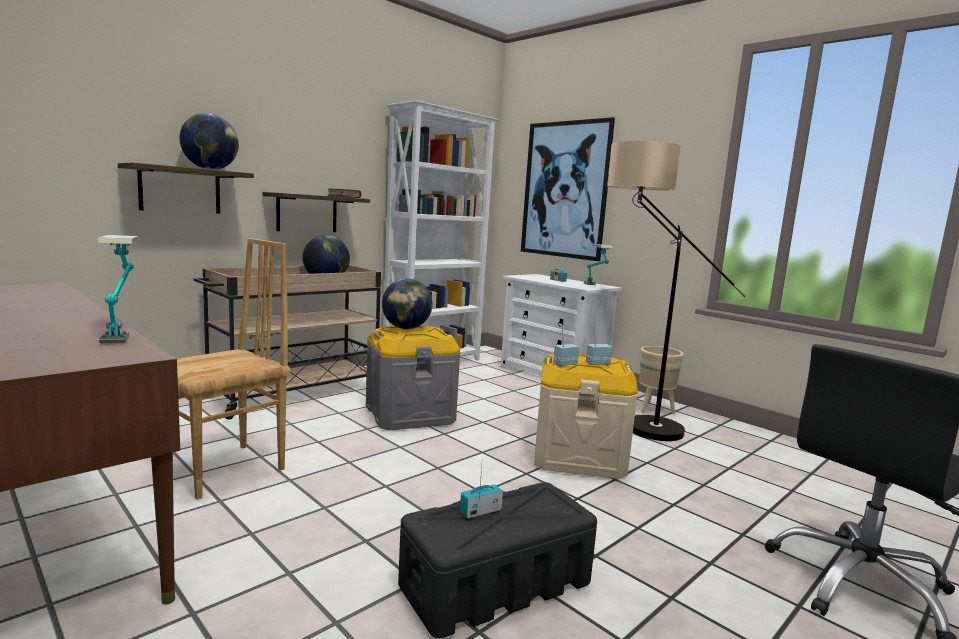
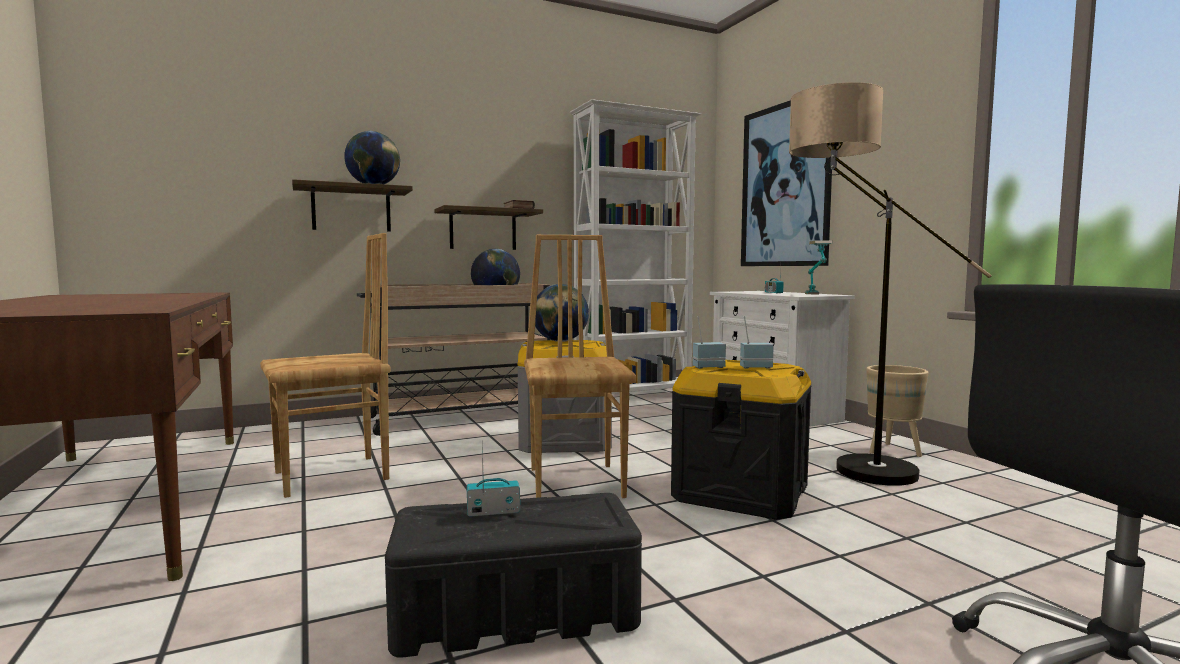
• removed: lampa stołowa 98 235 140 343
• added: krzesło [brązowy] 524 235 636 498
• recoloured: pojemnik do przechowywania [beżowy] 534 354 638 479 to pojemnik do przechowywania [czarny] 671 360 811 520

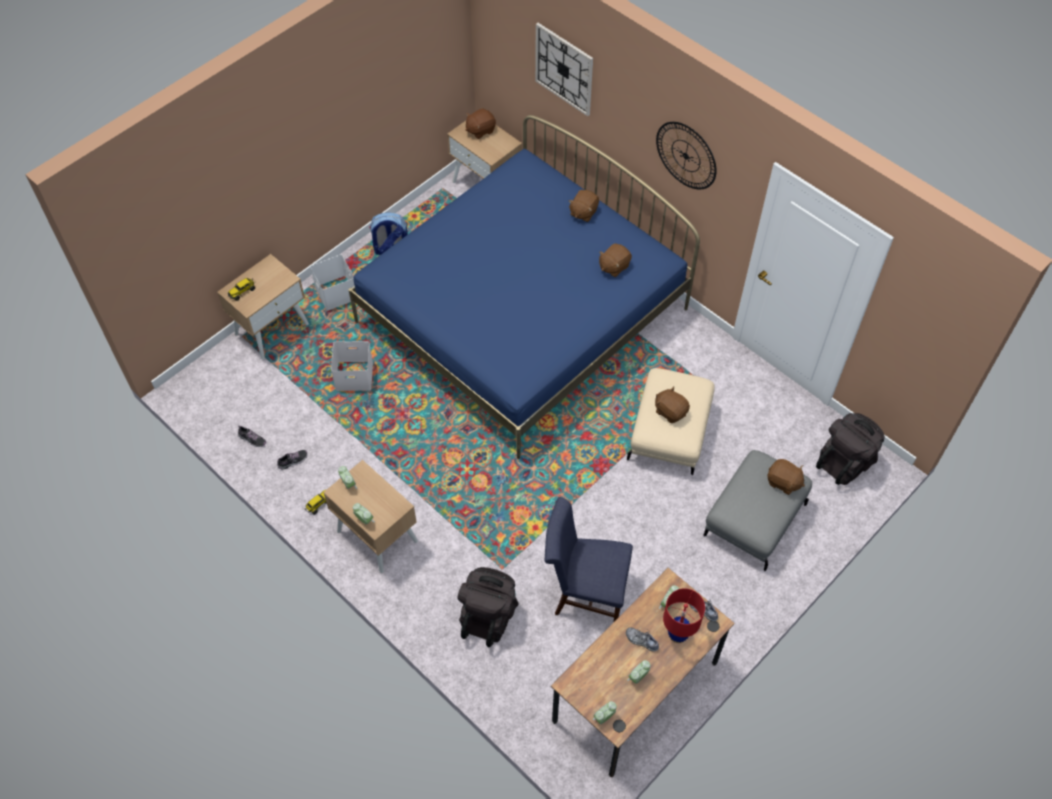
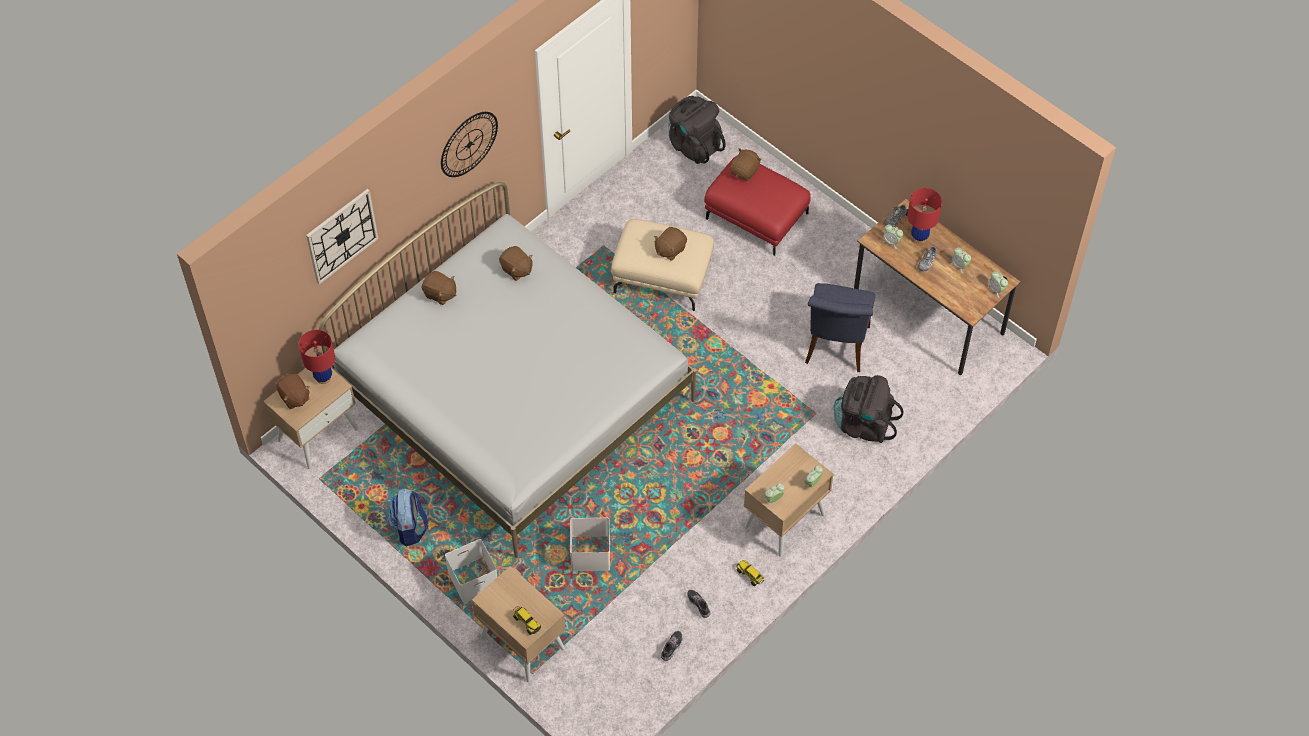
• added: lampa stołowa [czerwony] 299 330 335 384
• recoloured: łóżko [niebieski] 348 115 700 459 to łóżko [biały] 319 182 696 558
• recoloured: pufa [szary] 704 450 812 571 to pufa [czerwony] 704 156 811 256

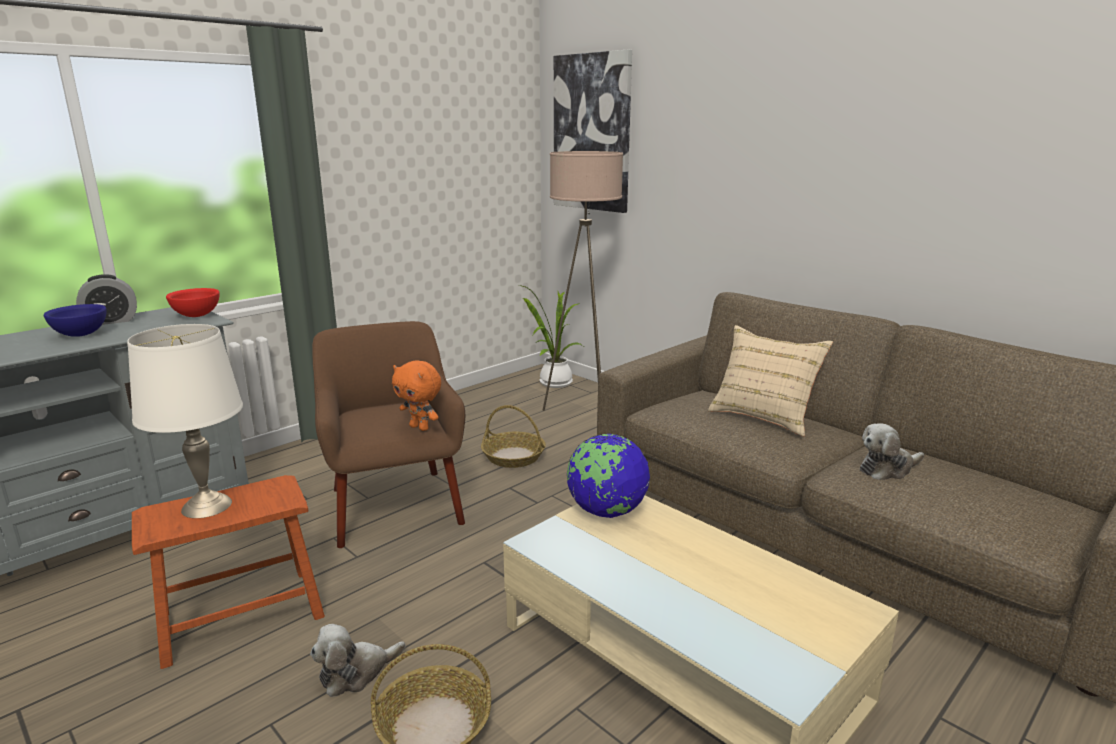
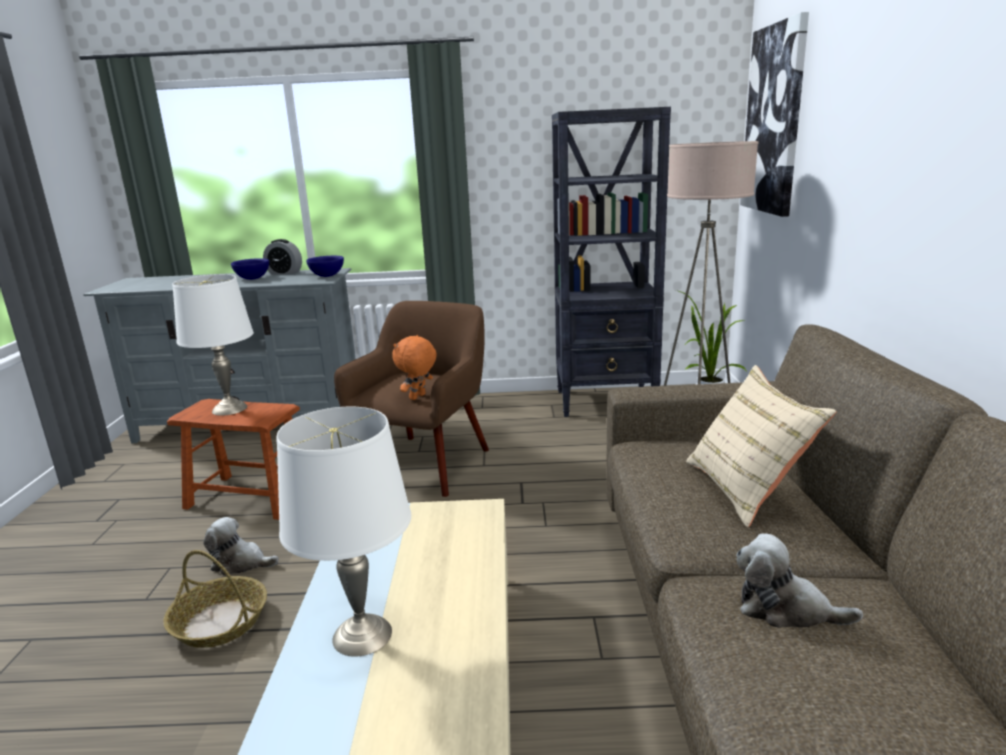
• removed: koszyk 481 405 546 468
• removed: globus 567 434 650 518
• added: lampa stołowa [biały] 276 407 411 657
• added: regał [czarny] 552 107 671 417
• recoloured: miska [czerwony] 166 288 220 317 to miska [niebieski] 306 256 344 277
• turned: pluszak [pomarańczowy] 392 360 441 431 = 392 335 437 400 45 degrees clockwise

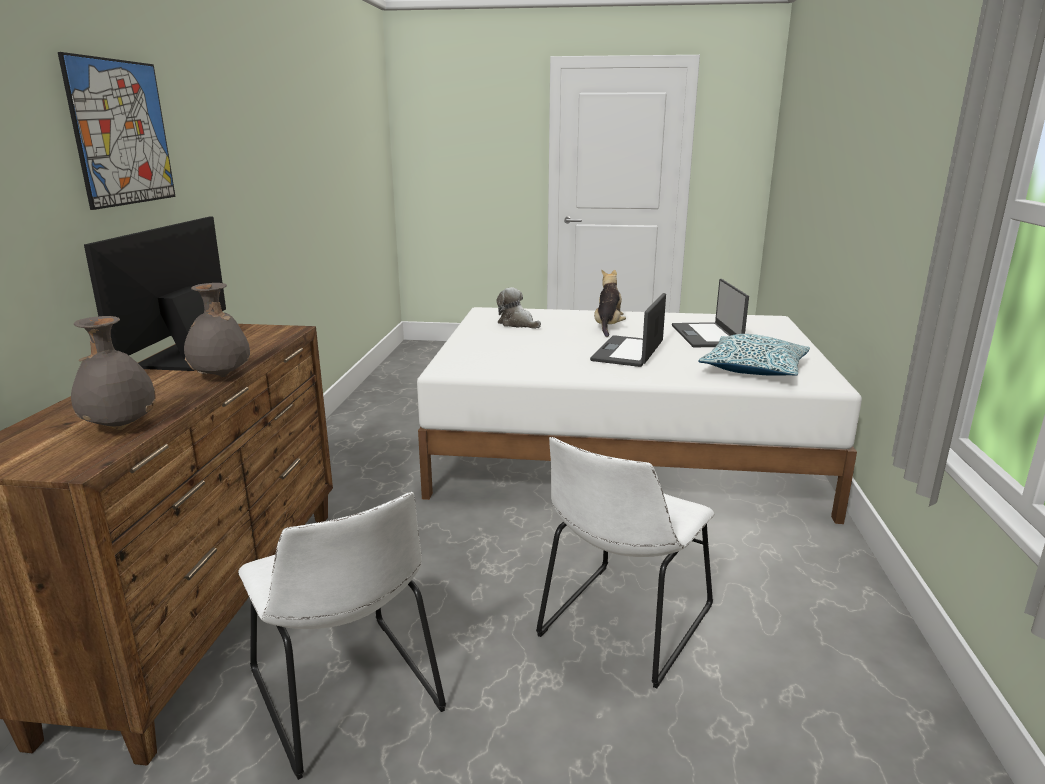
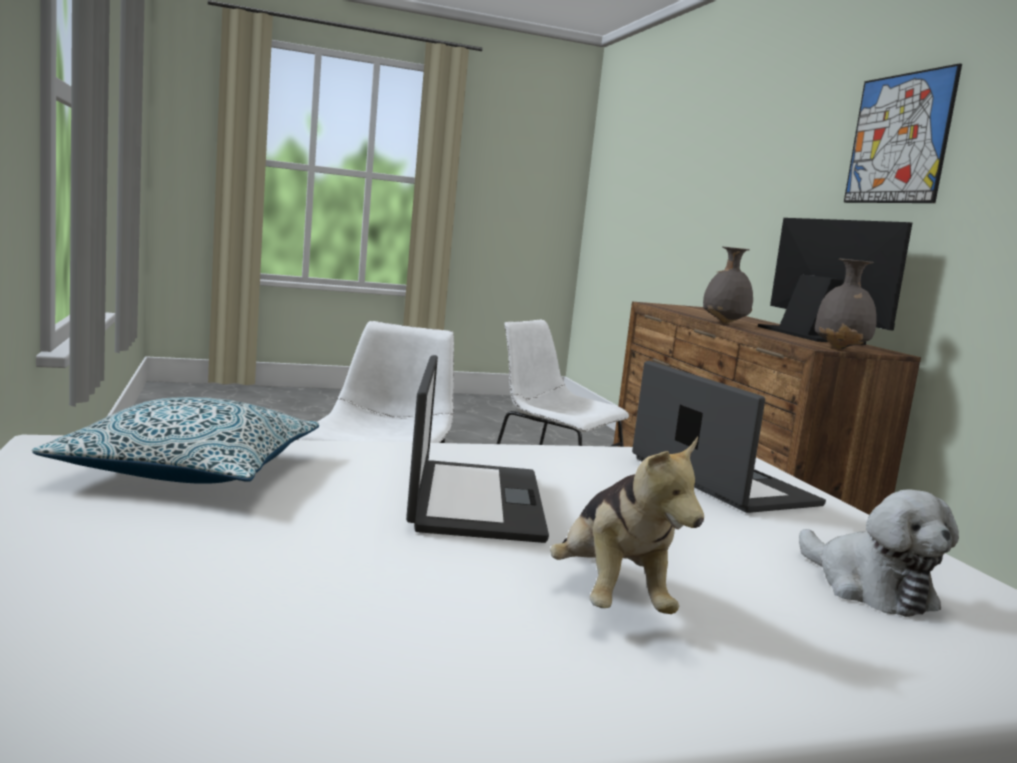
• moved: wazon [szary] 71 316 156 430 to 815 258 877 349
• moved: laptop 672 279 749 348 to 632 361 826 513
• turned: pluszak 496 287 541 328 = 799 489 959 617 45 degrees clockwise

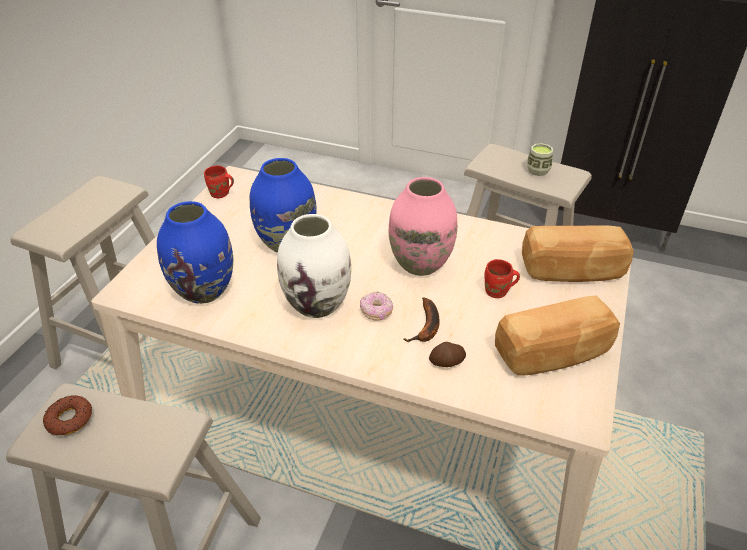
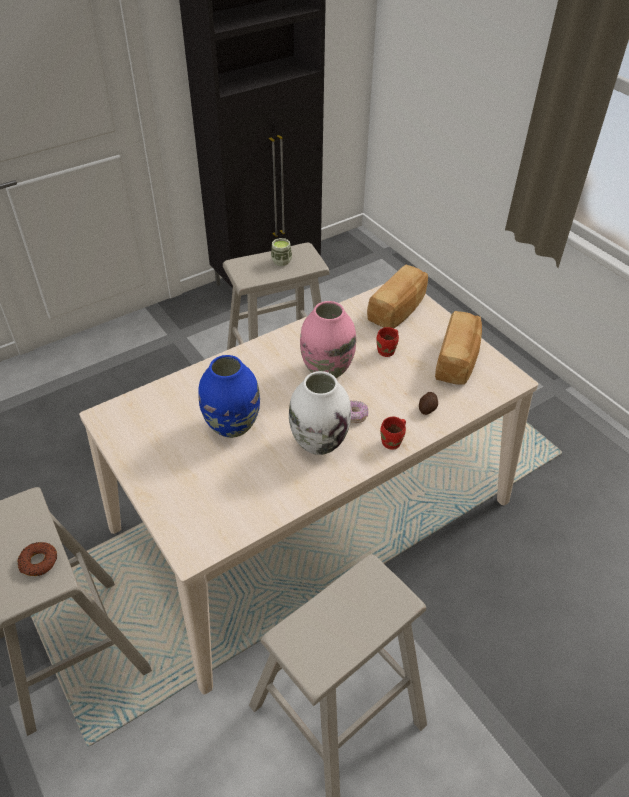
• removed: wazon [niebieski] 157 201 233 304
• removed: banan 403 298 440 342
• moved: donut 43 395 92 435 to 18 542 57 576
• moved: kubek [czerwony] 204 165 234 198 to 380 417 406 450

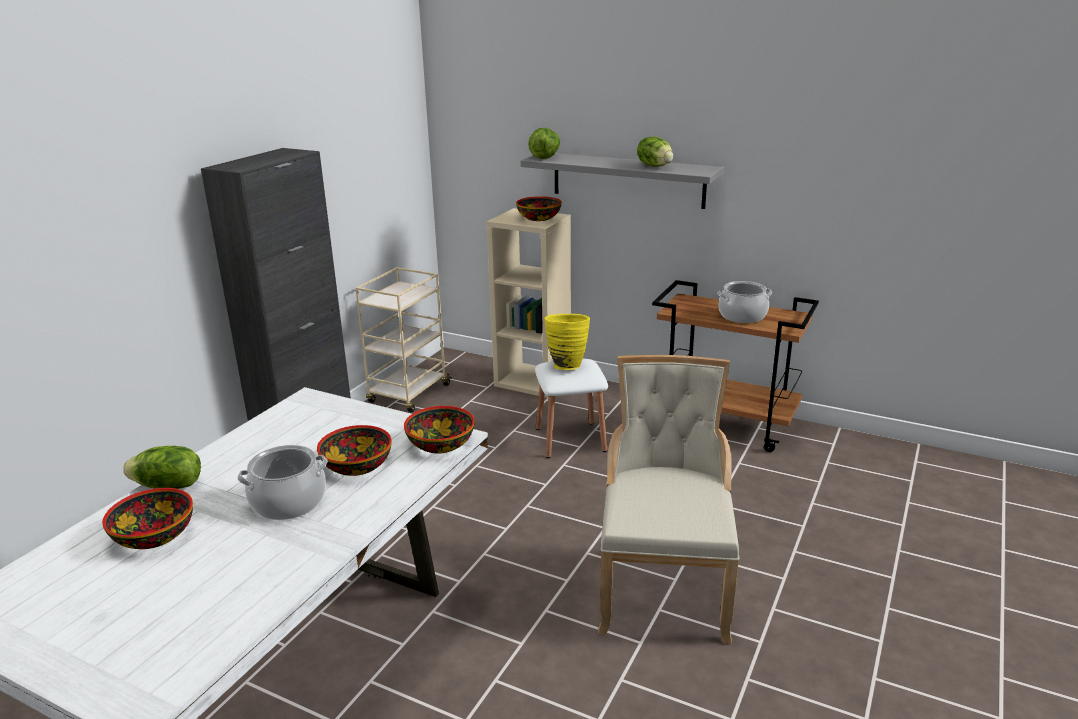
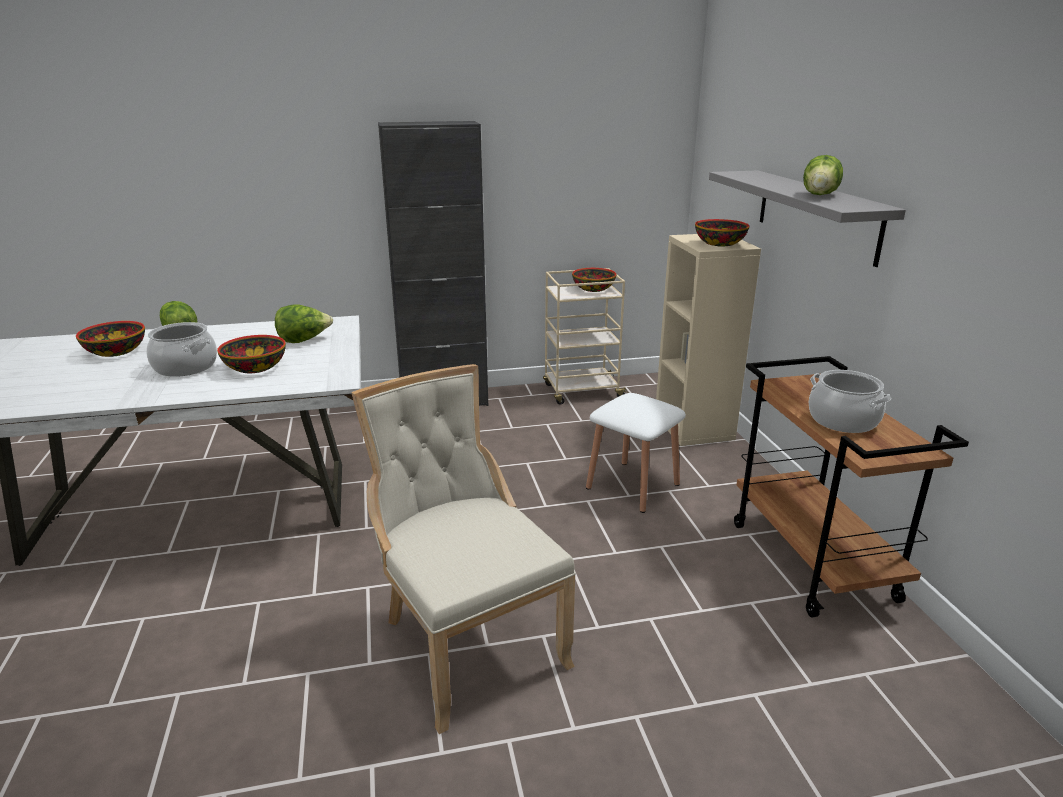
• removed: wazon [żółty] 544 314 590 370
• moved: miska 404 406 475 453 to 572 268 616 292
• moved: sałata 528 128 560 159 to 275 305 333 343
• turned: krzesło [beżowy] 598 355 739 644 = 351 364 576 734 90 degrees counterclockwise

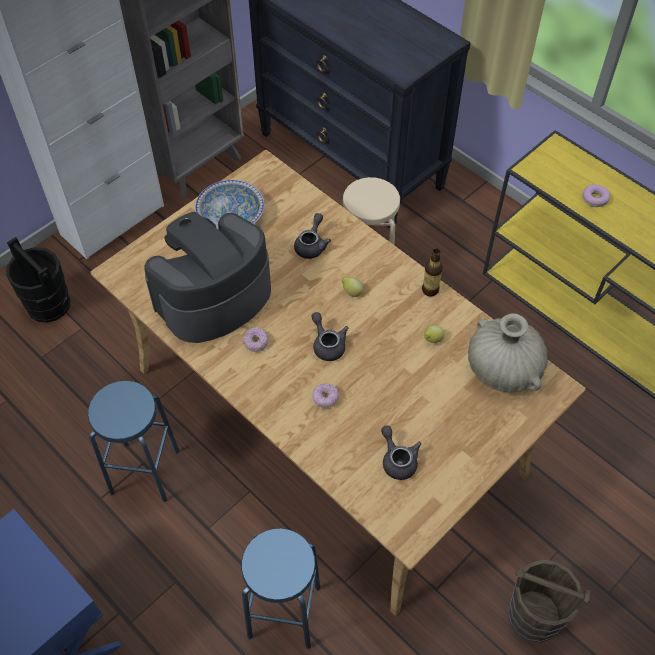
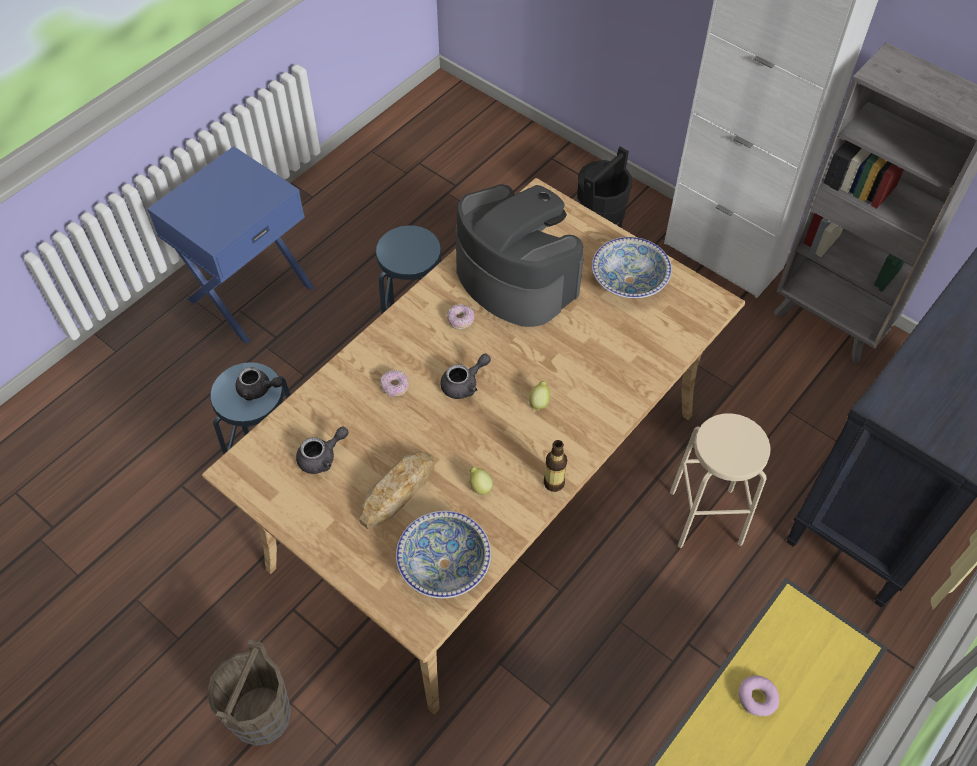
• added: chleb 359 451 435 529
• moved: imbryk [szary] 294 213 331 259 to 235 367 283 401
• replaced: wazon [beżowy] 468 313 548 392 to miska 396 511 491 598

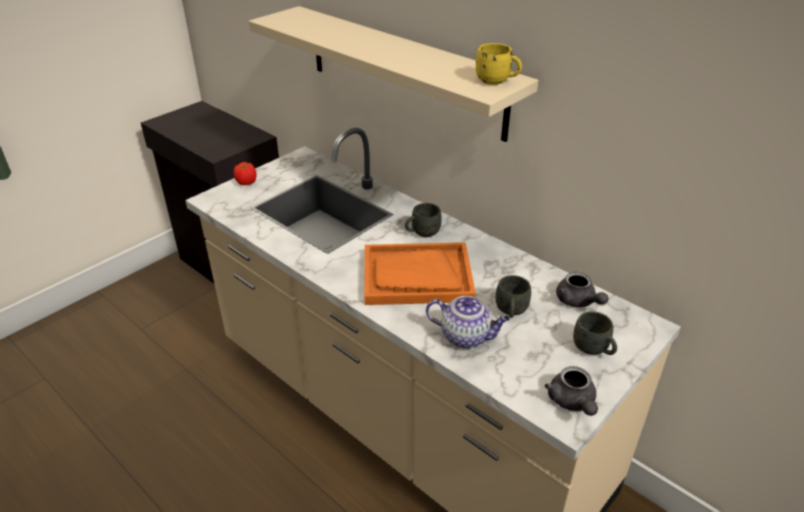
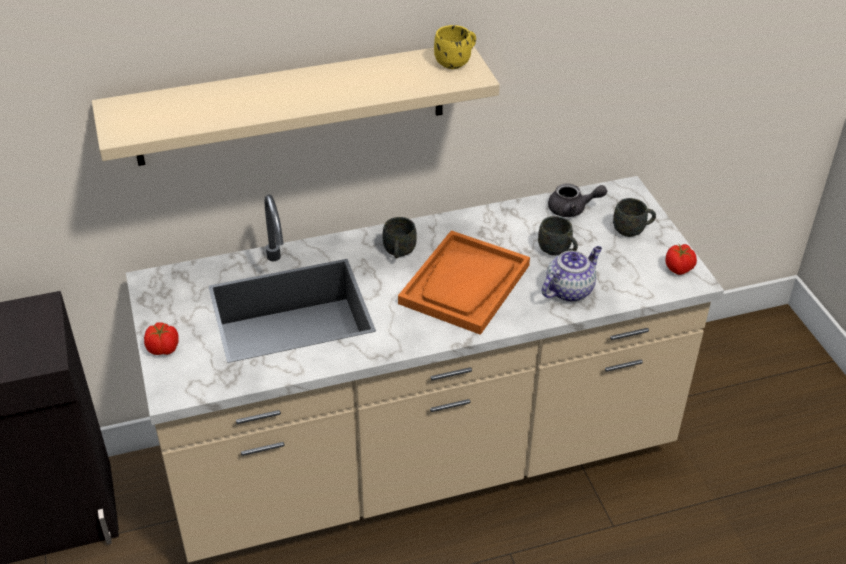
• replaced: imbryk [szary] 545 366 598 416 to pomidor 665 244 697 275

